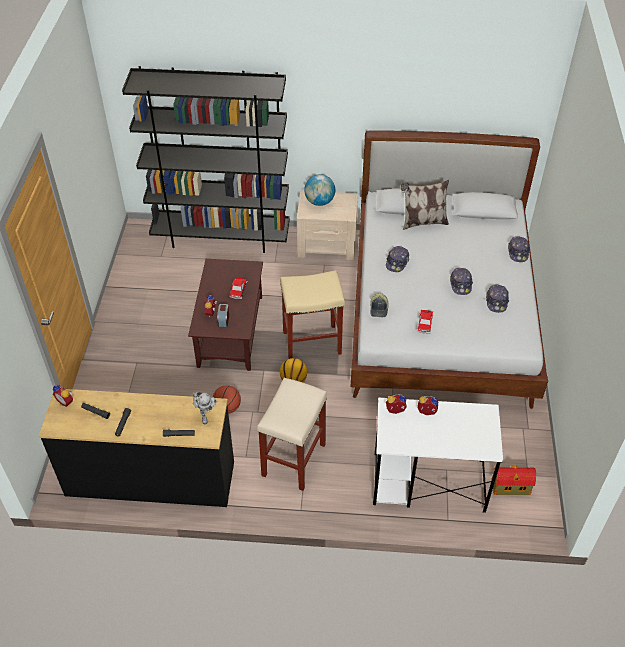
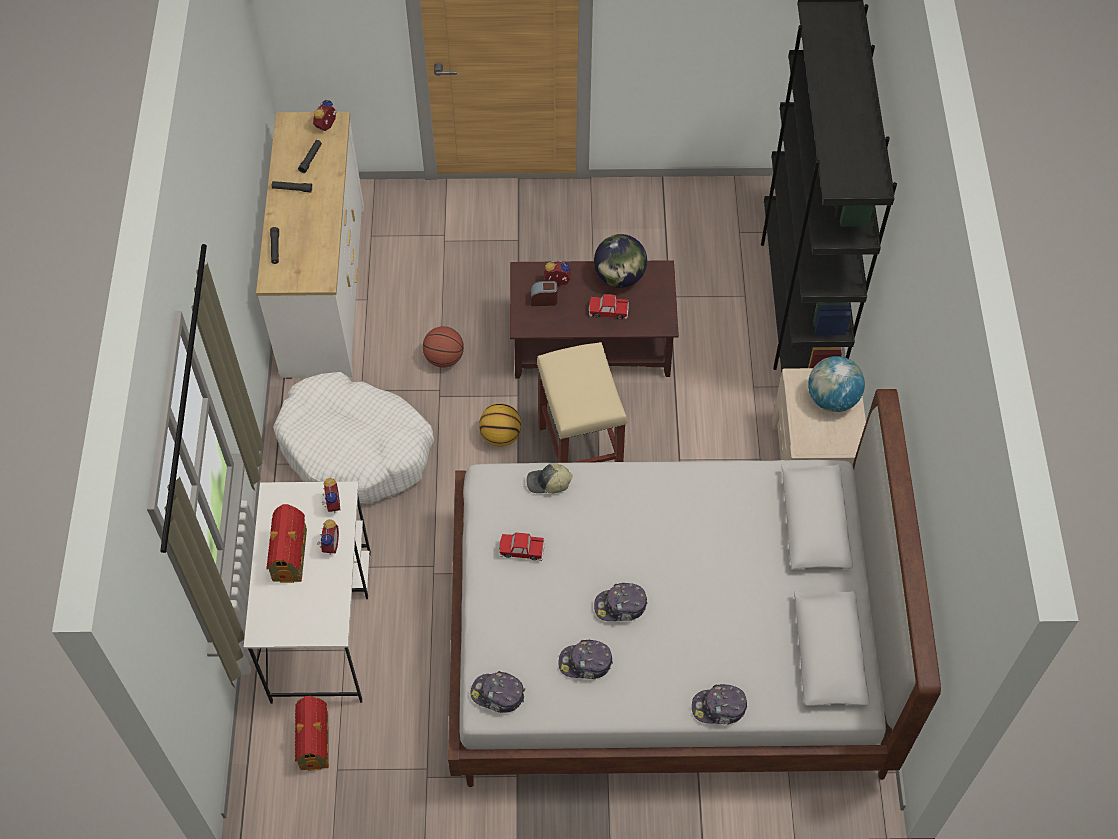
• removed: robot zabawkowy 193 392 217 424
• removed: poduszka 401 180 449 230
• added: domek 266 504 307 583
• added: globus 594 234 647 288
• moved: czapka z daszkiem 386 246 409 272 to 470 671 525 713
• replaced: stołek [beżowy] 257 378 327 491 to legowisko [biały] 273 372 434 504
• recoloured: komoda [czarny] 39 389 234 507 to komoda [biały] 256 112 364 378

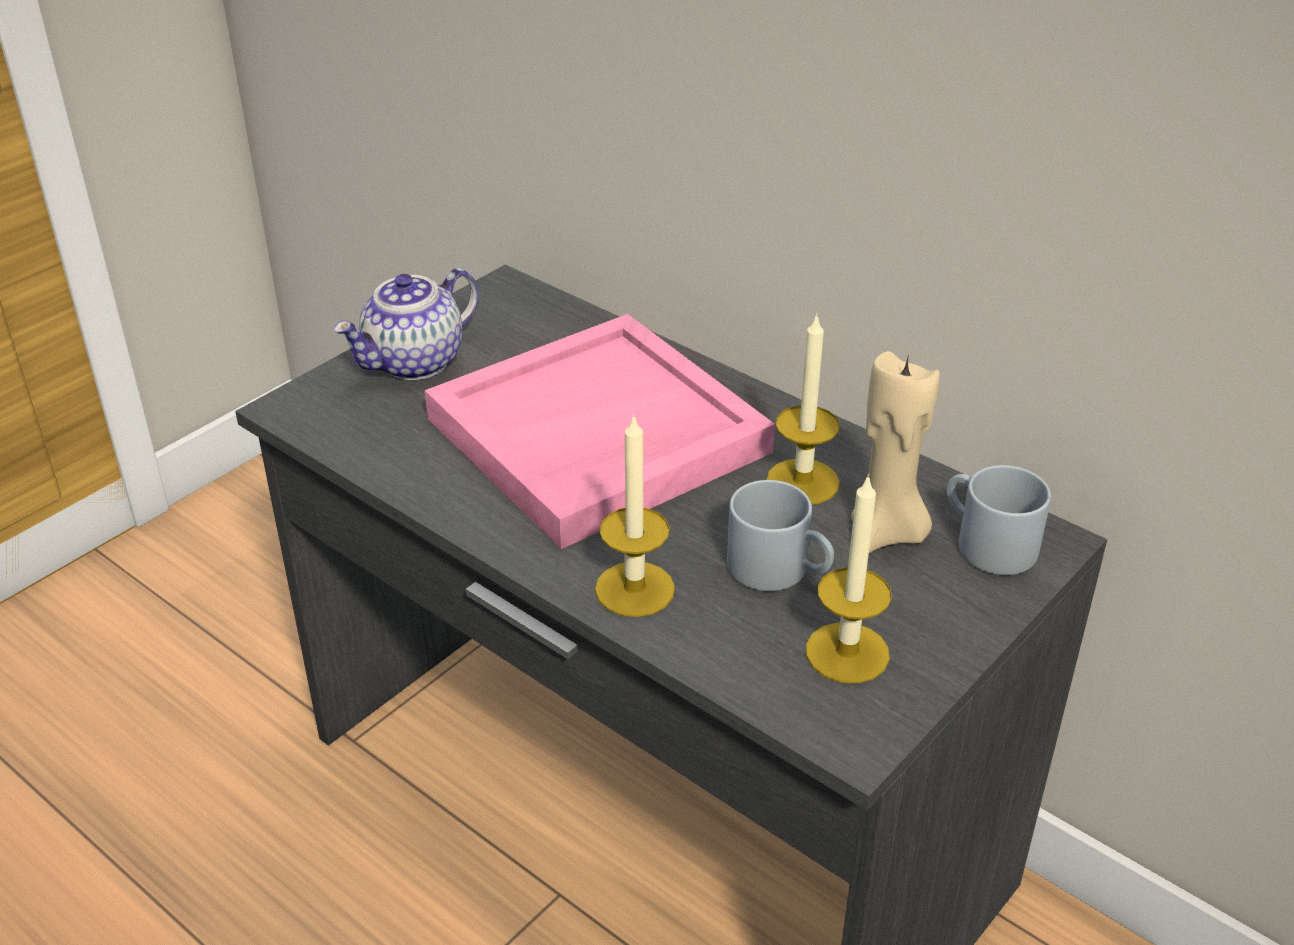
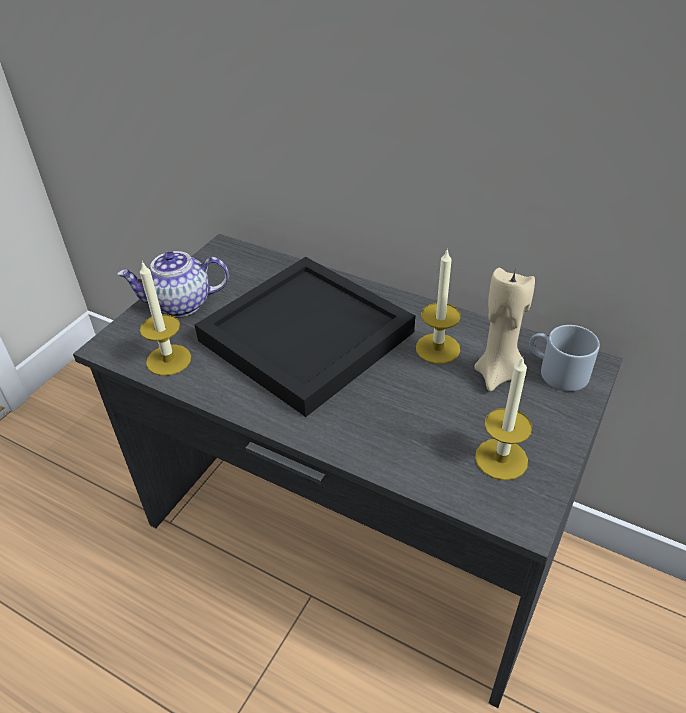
• removed: kubek [szary] 727 480 834 591
• moved: świeca 595 413 675 617 to 140 261 191 376
• recoloured: taca [różowy] 424 314 775 549 to taca [czarny] 195 257 415 417
• turned: imbryk 333 268 479 380 = 117 251 229 317 45 degrees clockwise

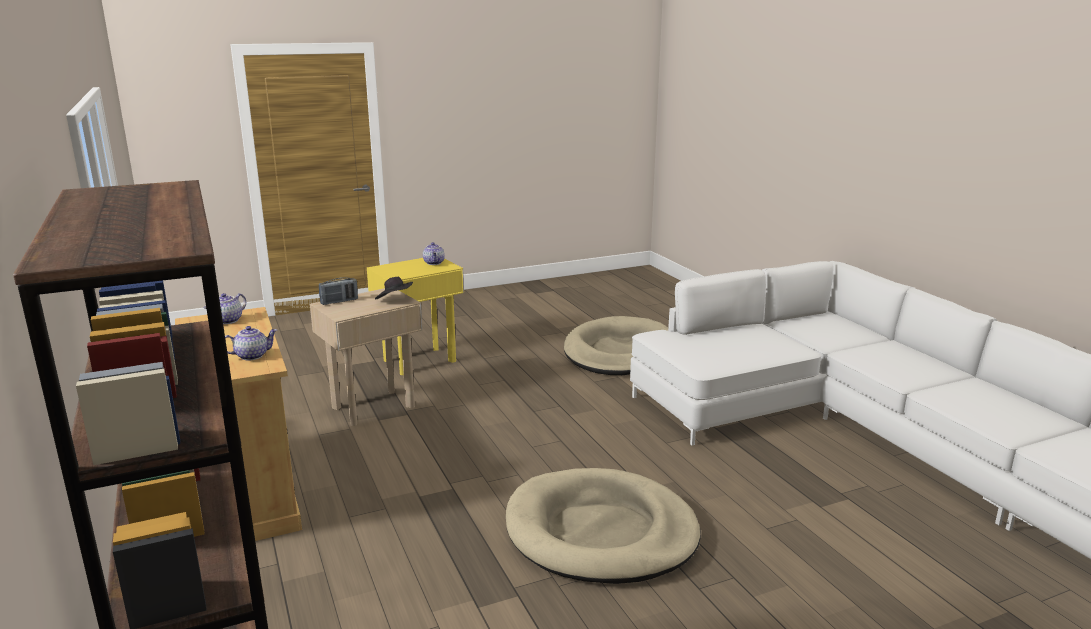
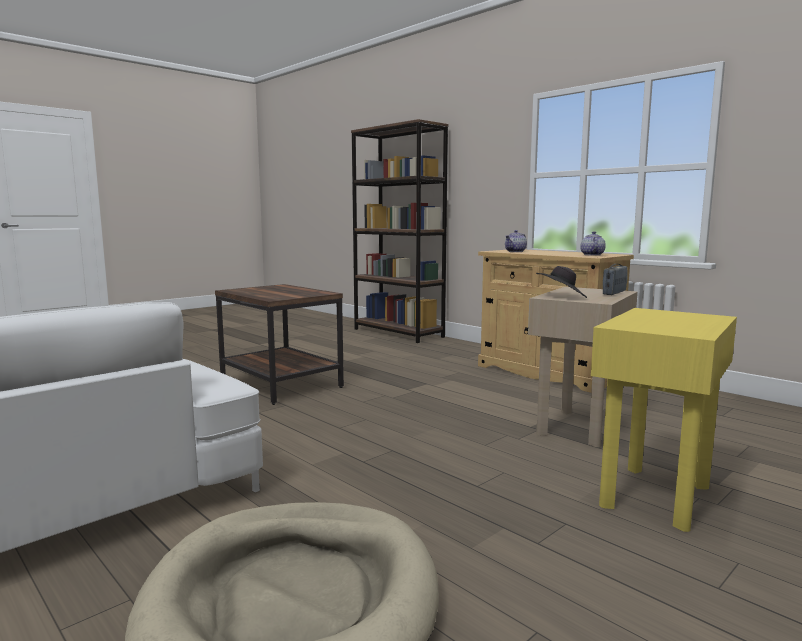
• removed: imbryk 423 242 445 265
• replaced: legowisko [beżowy] 506 468 701 584 to stolik [brązowy] 215 284 344 405

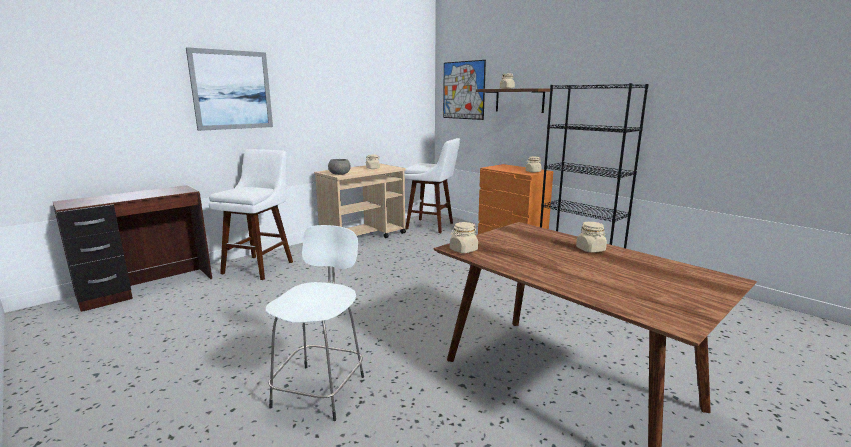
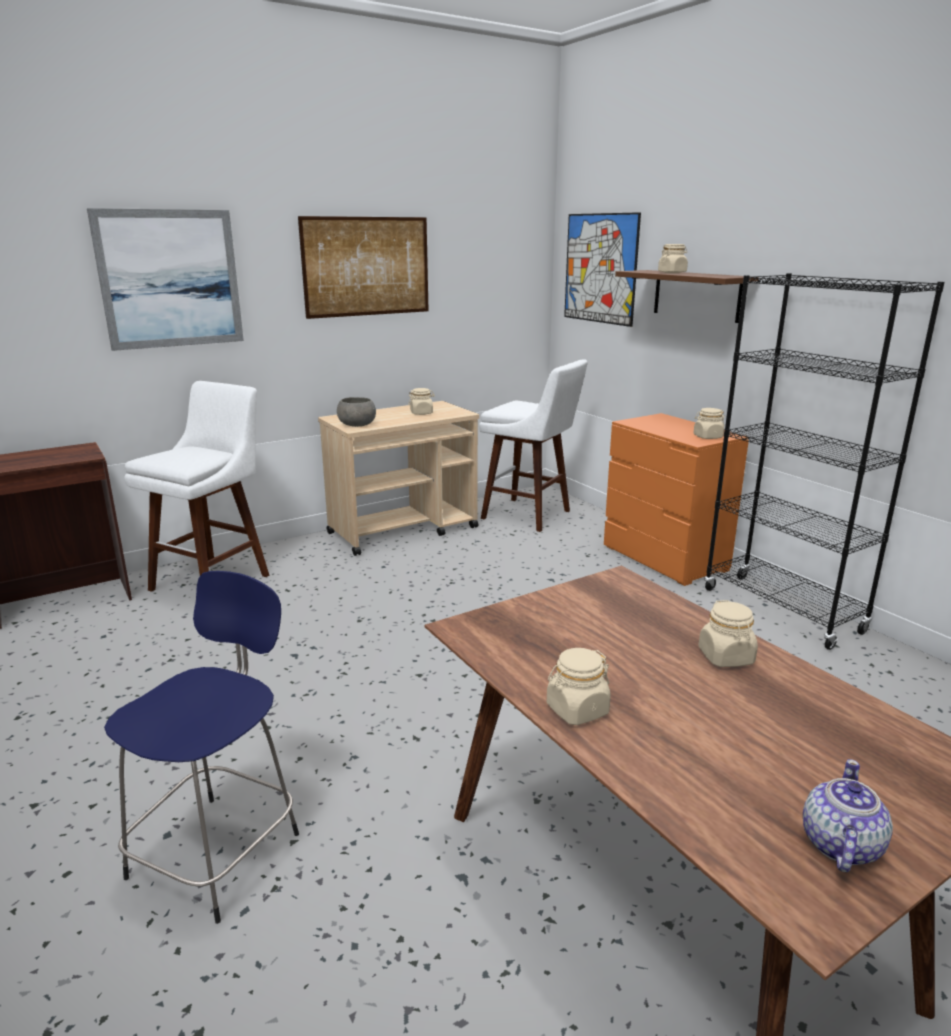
• added: obraz 298 216 429 319
• added: imbryk 803 759 893 872
• moved: słoik [beżowy] 450 222 478 253 to 547 648 611 725
• recoloured: stołek [biały] 265 225 364 421 to stołek [niebieski] 104 571 299 924

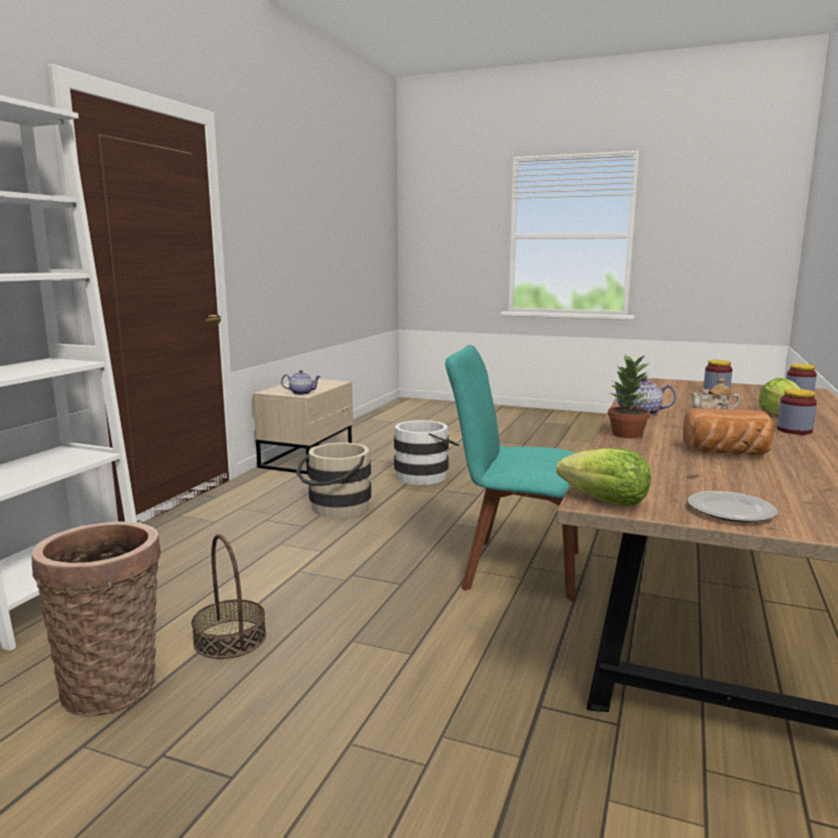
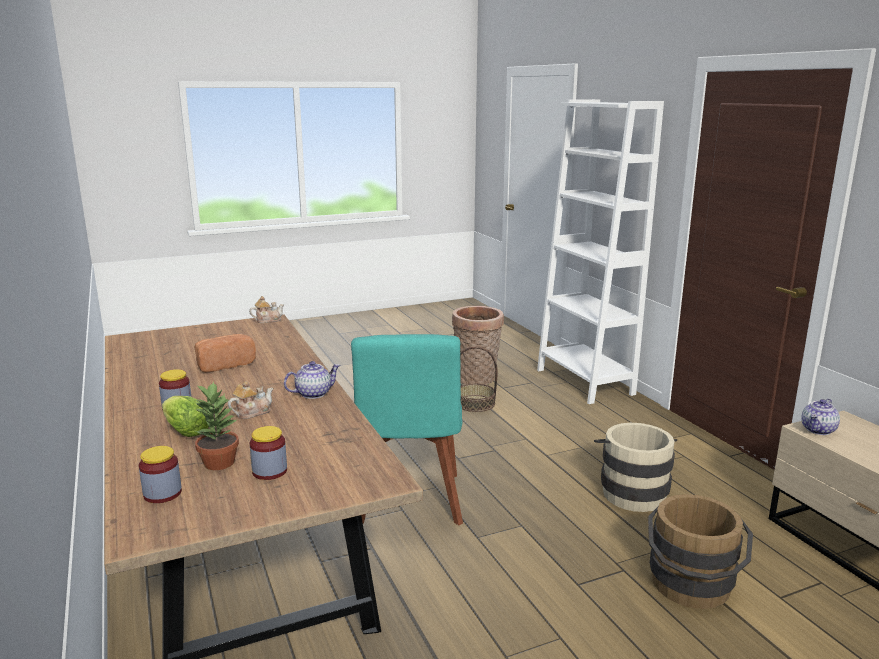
• removed: talerz 688 491 778 522
• moved: roślina doniczkowa 608 354 650 438 to 195 381 239 470
• replaced: sałata 556 448 651 506 to imbryk 249 296 284 323
• recoloured: wiadro [biały] 394 420 459 485 to wiadro [brązowy] 648 494 753 609
• turned: krzesło [turkusowy] 445 345 578 601 = 351 334 463 525 120 degrees clockwise

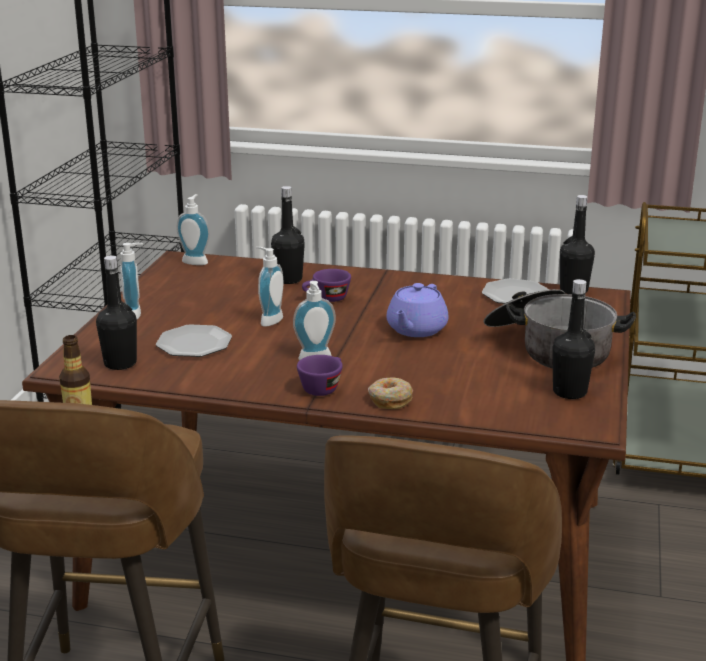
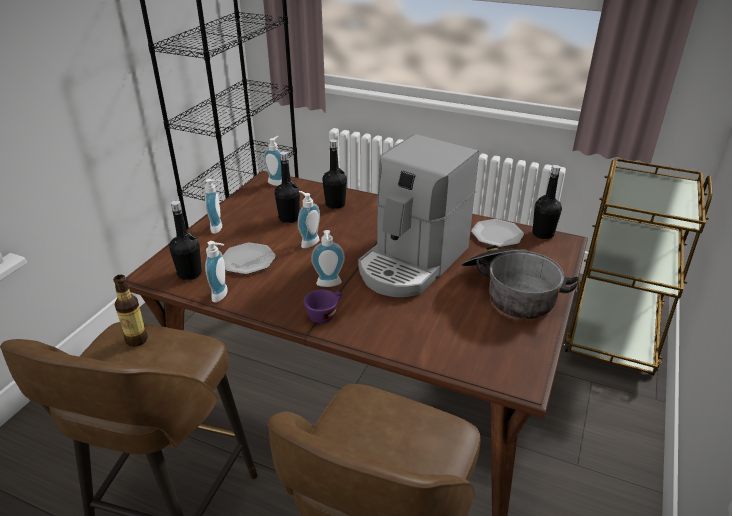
• removed: filiżanka [fioletowy] 302 269 351 302
• removed: donut 368 378 413 409
• added: dozownik mydła 205 241 228 303
• moved: butelka [czarny] 553 279 595 399 to 275 151 300 223
• replaced: imbryk [fioletowy] 387 283 449 337 to ekspres do kawy 358 134 479 297

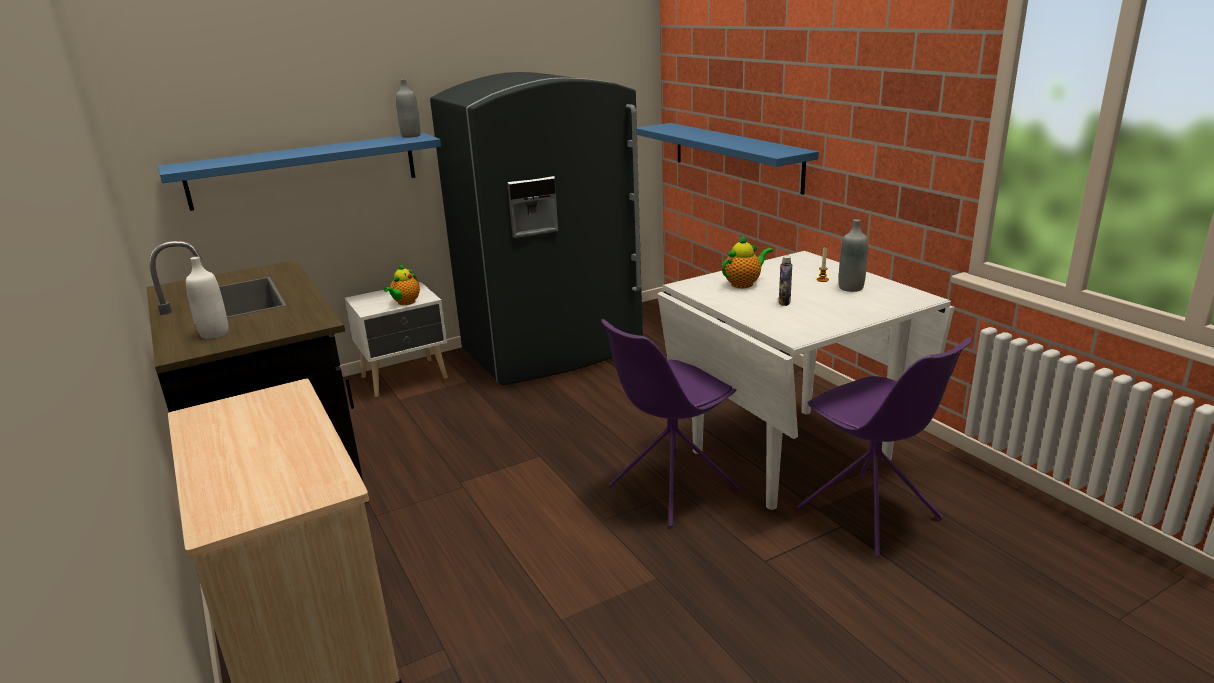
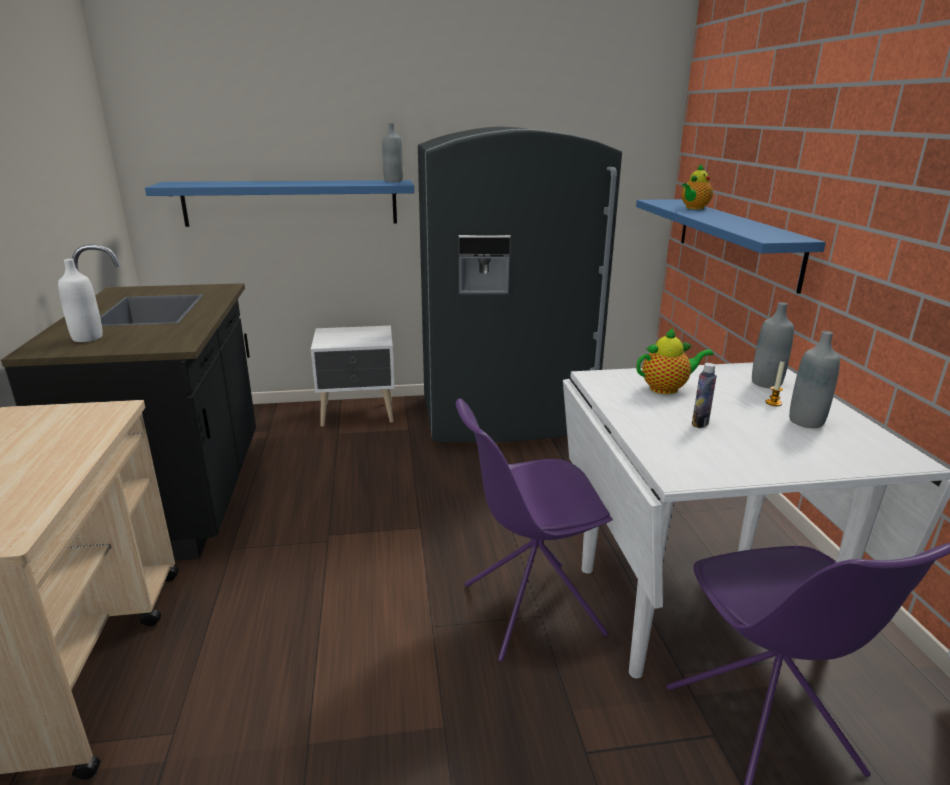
• added: butelka [szary] 752 302 794 388
• moved: imbryk 384 263 420 305 to 682 164 713 209

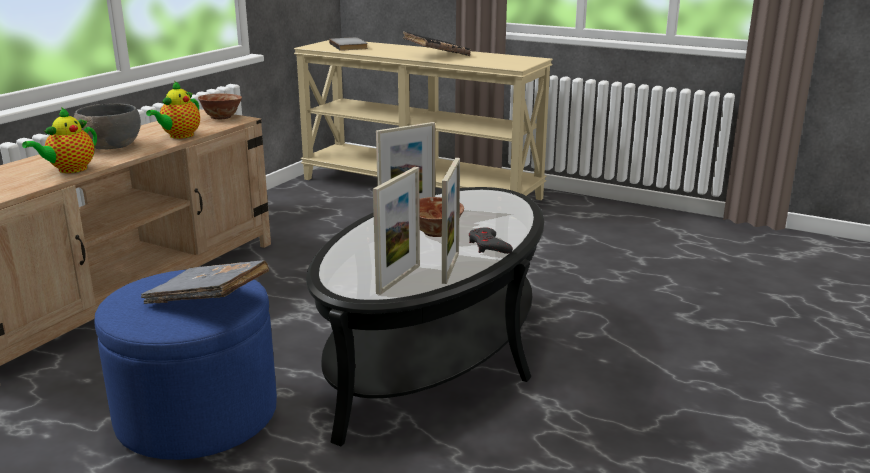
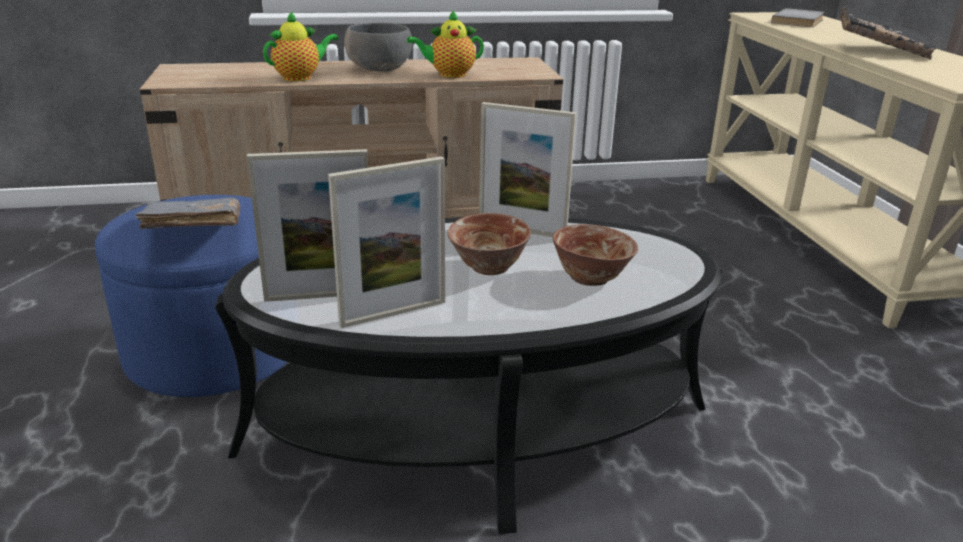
• removed: pad do gier [szary] 469 227 513 254
• moved: miska 198 94 242 120 to 553 224 638 286
• turned: imbryk 22 107 97 173 = 263 11 339 81 150 degrees clockwise

